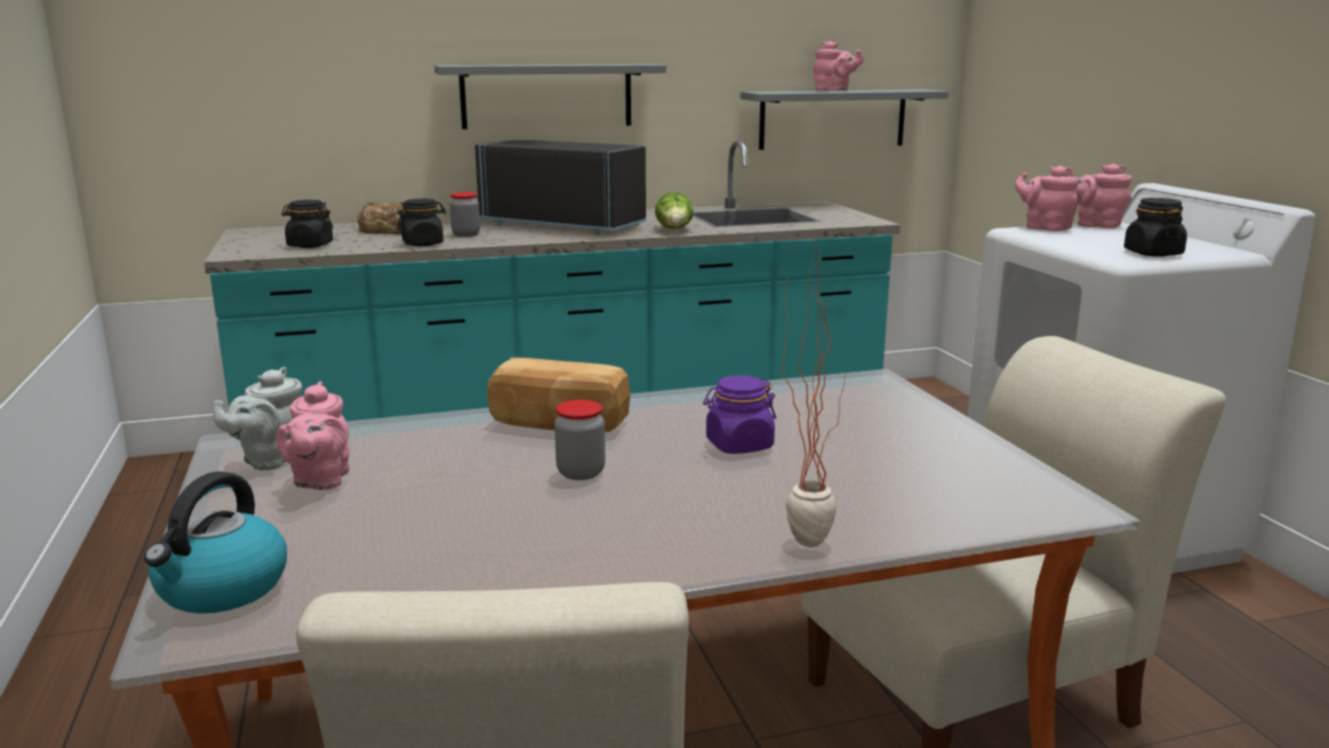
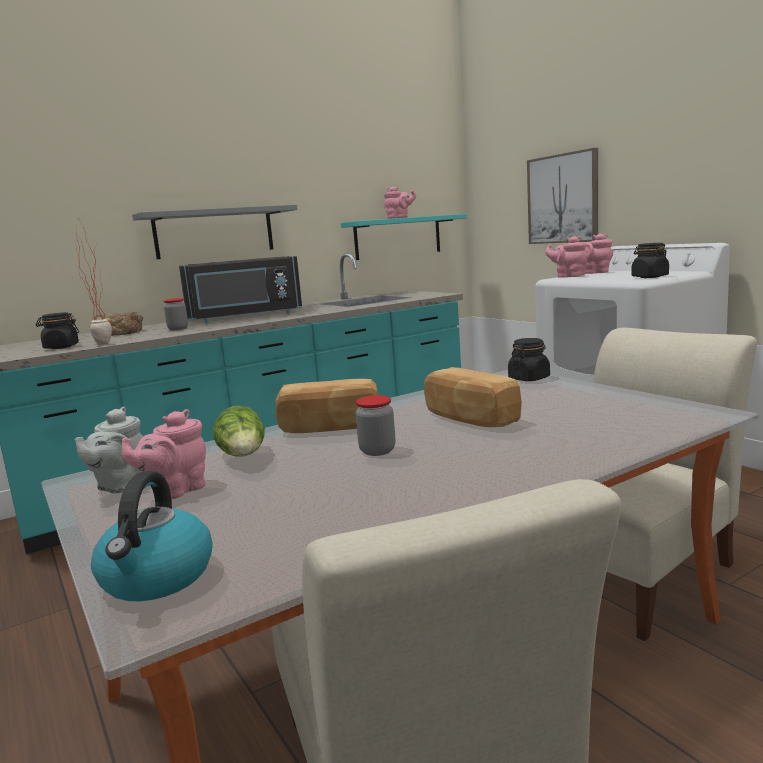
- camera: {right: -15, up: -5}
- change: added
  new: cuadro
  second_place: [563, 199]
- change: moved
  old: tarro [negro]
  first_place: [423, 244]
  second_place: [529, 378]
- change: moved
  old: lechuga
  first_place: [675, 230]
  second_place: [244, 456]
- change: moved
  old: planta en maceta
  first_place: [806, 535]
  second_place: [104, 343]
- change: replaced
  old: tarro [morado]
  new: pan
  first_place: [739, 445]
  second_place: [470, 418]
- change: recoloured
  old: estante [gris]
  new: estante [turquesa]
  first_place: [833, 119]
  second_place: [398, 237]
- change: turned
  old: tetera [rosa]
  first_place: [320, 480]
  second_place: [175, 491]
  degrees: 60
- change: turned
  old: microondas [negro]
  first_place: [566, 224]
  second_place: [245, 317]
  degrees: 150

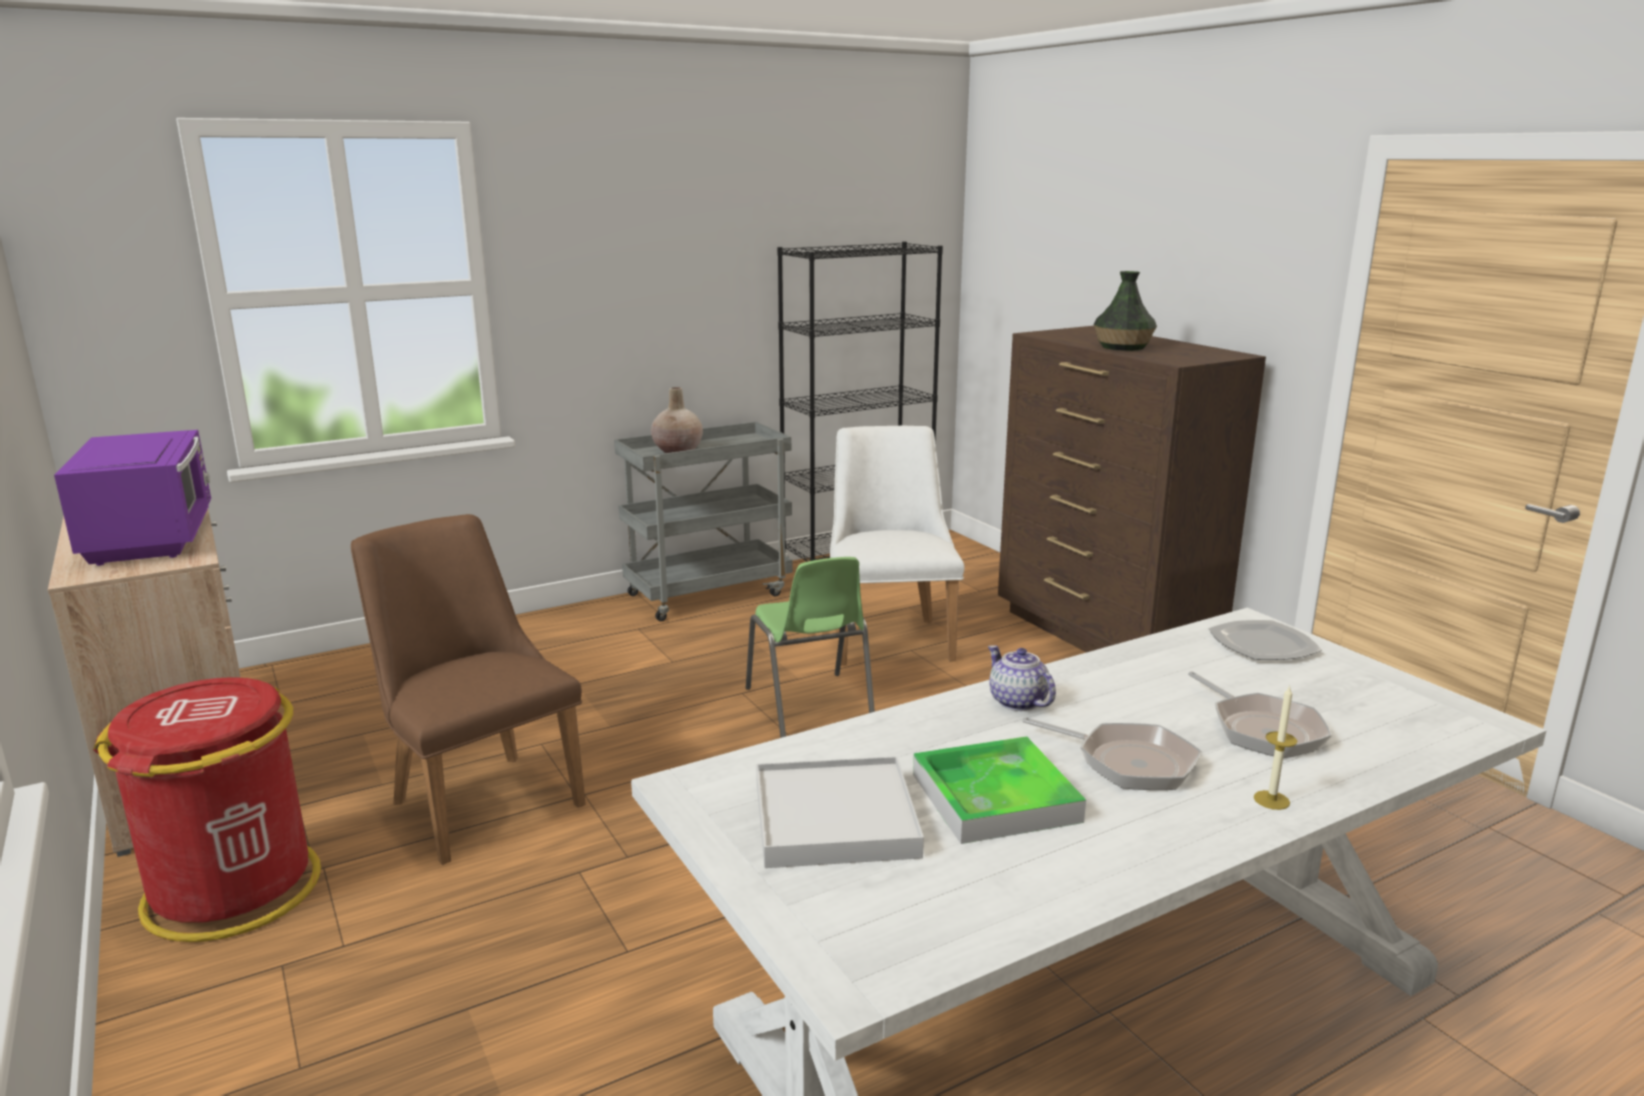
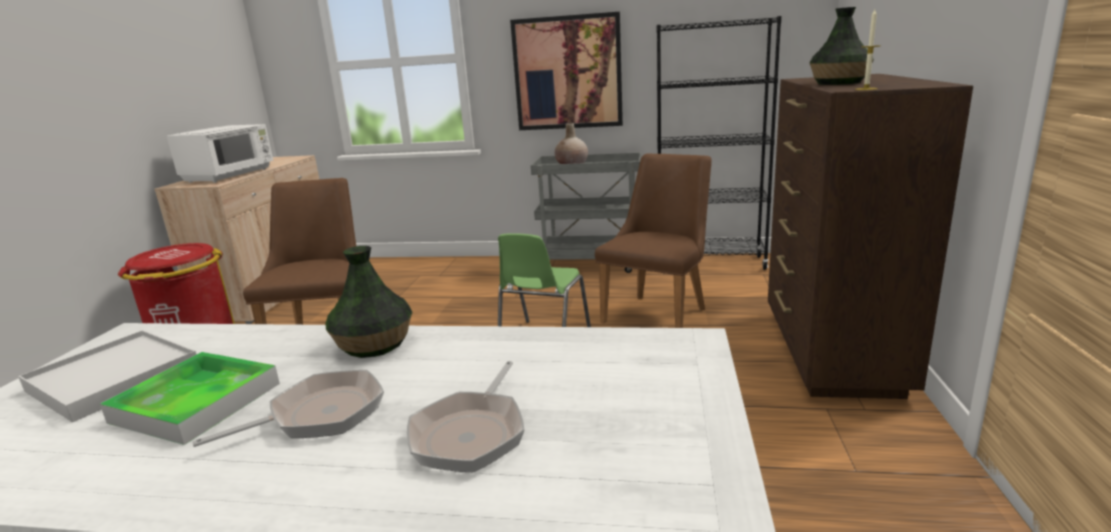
- camera: {right: 40, up: 0}
- change: removed
  old: plato
  first_place: [1261, 644]
- change: added
  new: cuadro
  second_place: [567, 73]
- change: moved
  old: vela
  first_place: [1271, 800]
  second_place: [866, 89]
- change: replaced
  old: tetera
  new: florero
  first_place: [1017, 702]
  second_place: [373, 345]
- change: recoloured
  old: microondas [morado]
  new: microondas [blanco]
  first_place: [153, 539]
  second_place: [230, 175]
- change: recoloured
  old: silla [blanco]
  new: silla [marrón]
  first_place: [889, 636]
  second_place: [660, 312]
- change: turned
  old: sartén
  first_place: [1128, 762]
  second_place: [319, 415]
  degrees: -105

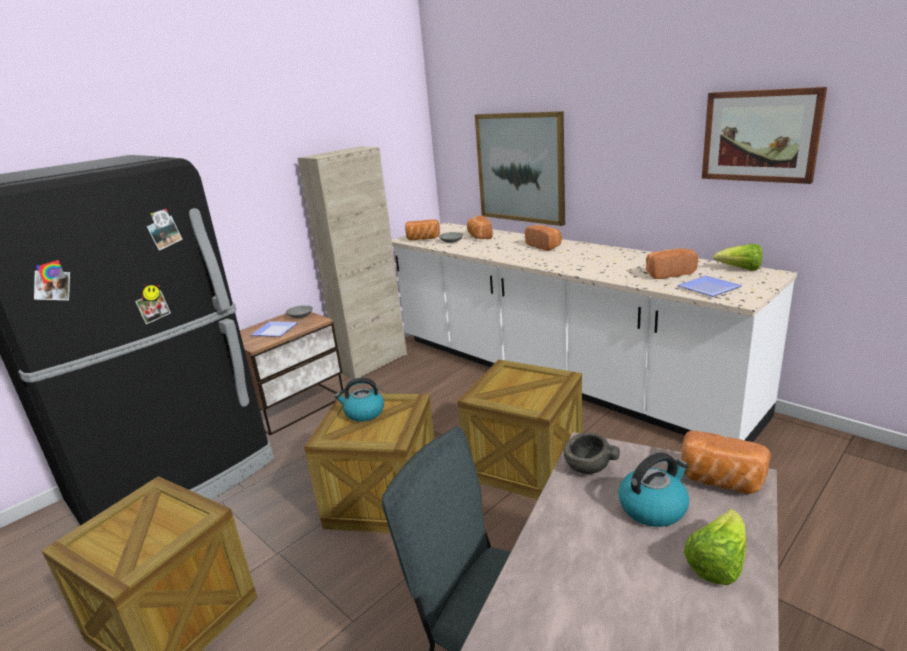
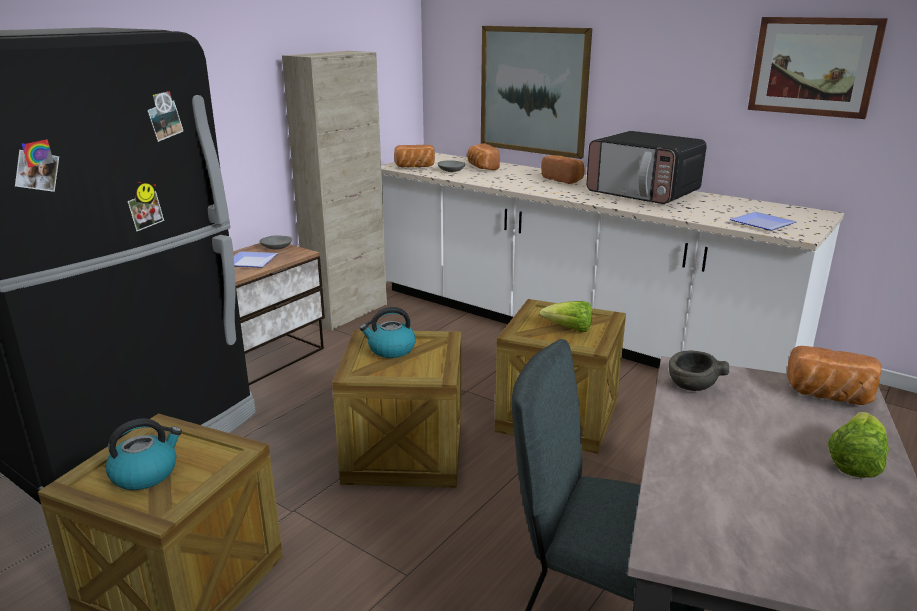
- camera: {right: -10, up: 0}
- change: removed
  old: pan
  first_place: [668, 273]
- change: added
  new: microondas
  second_place: [643, 193]
- change: moved
  old: hervidor
  first_place: [653, 507]
  second_place: [145, 473]
- change: moved
  old: lechuga
  first_place: [740, 269]
  second_place: [569, 329]

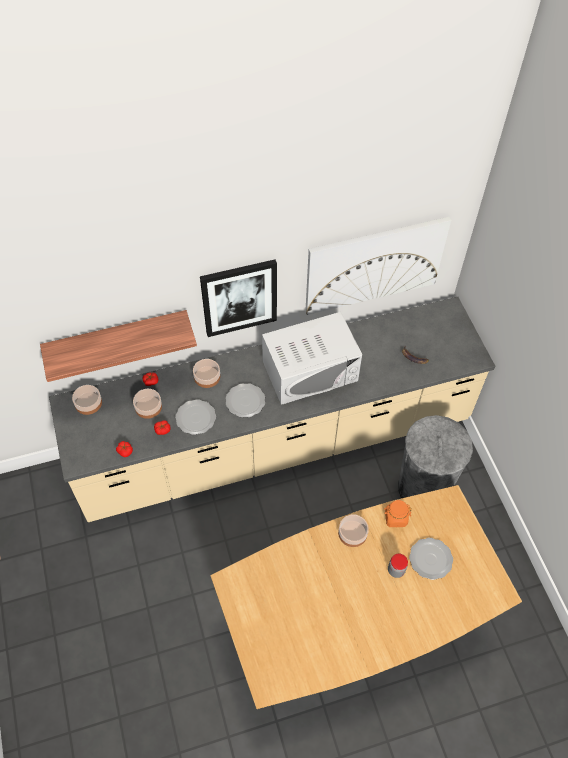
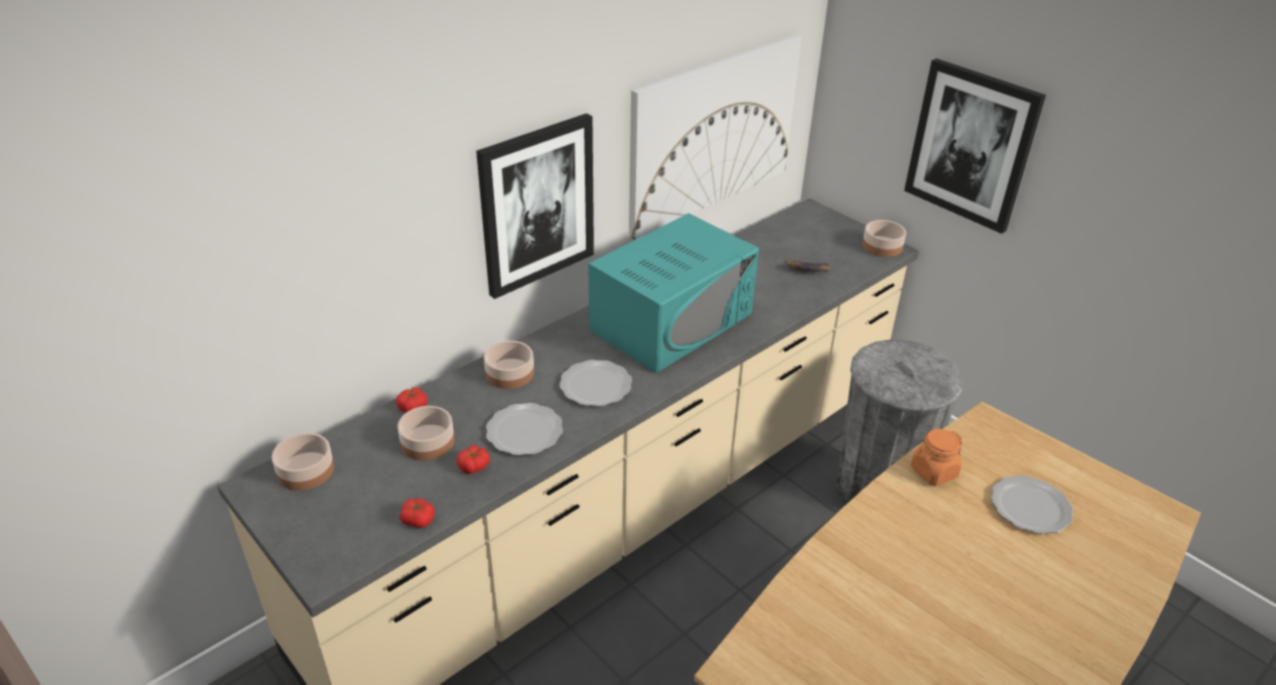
- camera: {right: -25, up: -20}
- change: removed
  old: estante
  first_place: [117, 338]
- change: removed
  old: tarro
  first_place: [396, 570]
- change: added
  new: cuadro
  second_place: [971, 145]
- change: moved
  old: cuenco
  first_place: [352, 533]
  second_place: [882, 246]
- change: recoloured
  old: microondas [blanco]
  new: microondas [turquesa]
  first_place: [310, 371]
  second_place: [672, 322]

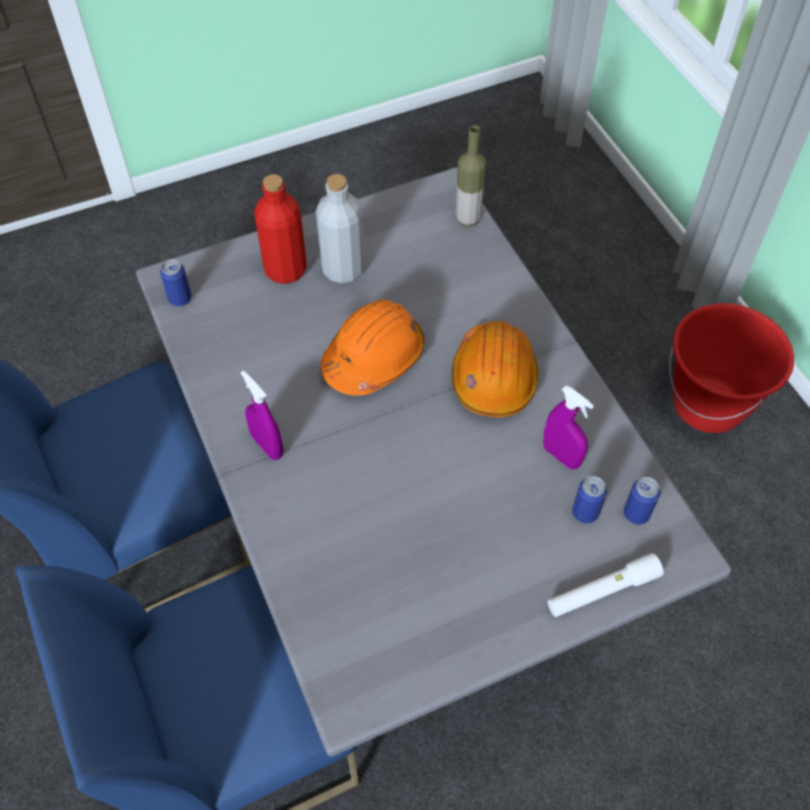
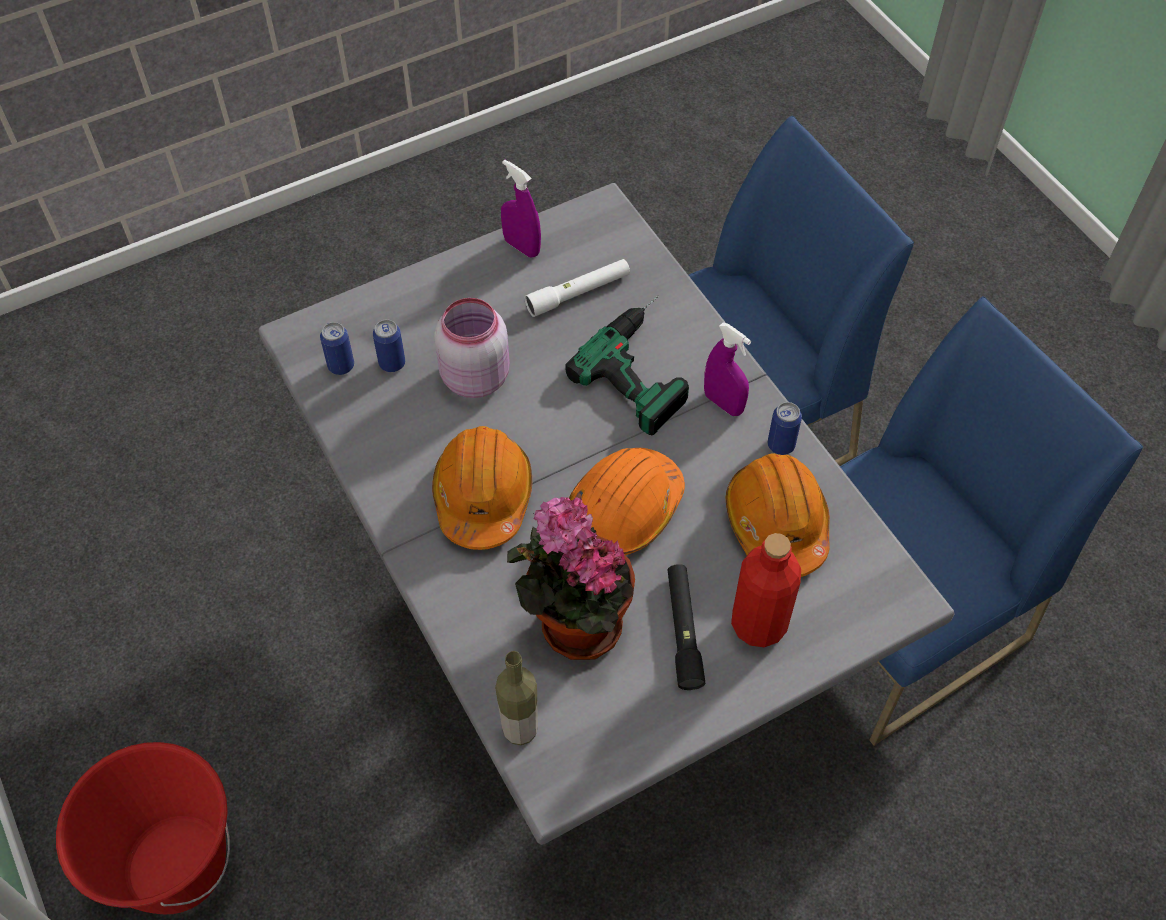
- camera: {right: 175, up: 0}
- change: added
  new: tarro [rosa]
  second_place: [474, 376]
- change: added
  new: planta en maceta
  second_place: [573, 624]
- change: added
  new: taladro
  second_place: [648, 365]
- change: added
  new: casco [naranja]
  second_place: [776, 523]
- change: moved
  old: lata
  first_place: [180, 299]
  second_place: [781, 445]
- change: moved
  old: pulverizador [morado]
  first_place: [561, 456]
  second_place: [521, 247]
- change: moved
  old: linterna [blanco]
  first_place: [602, 591]
  second_place: [578, 293]
- change: replaced
  old: botella [gris]
  new: linterna [negro]
  first_place: [343, 269]
  second_place: [683, 631]

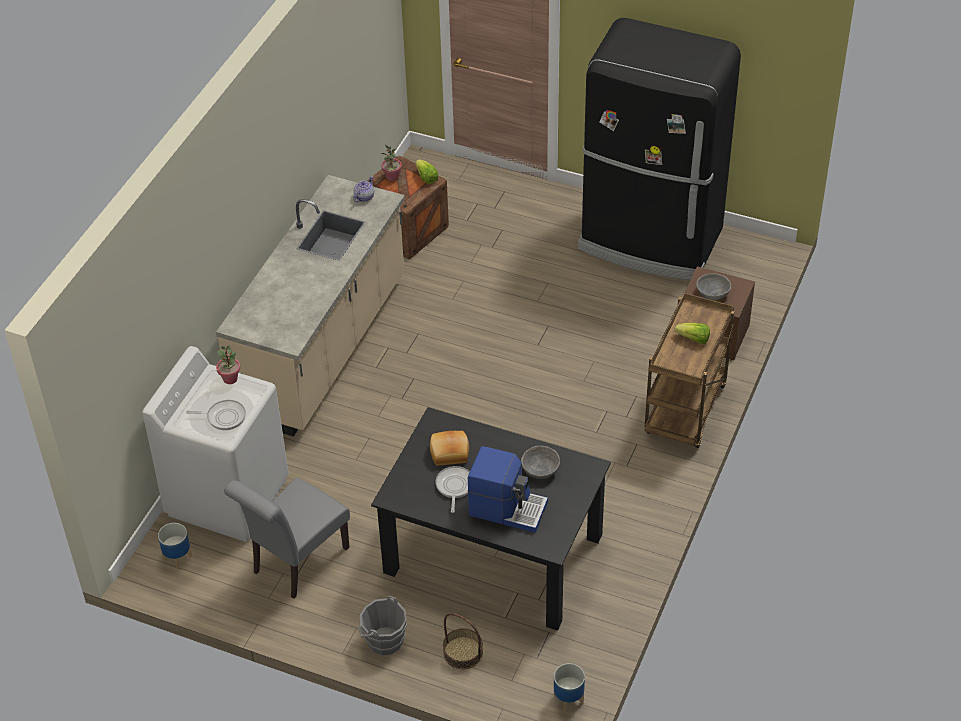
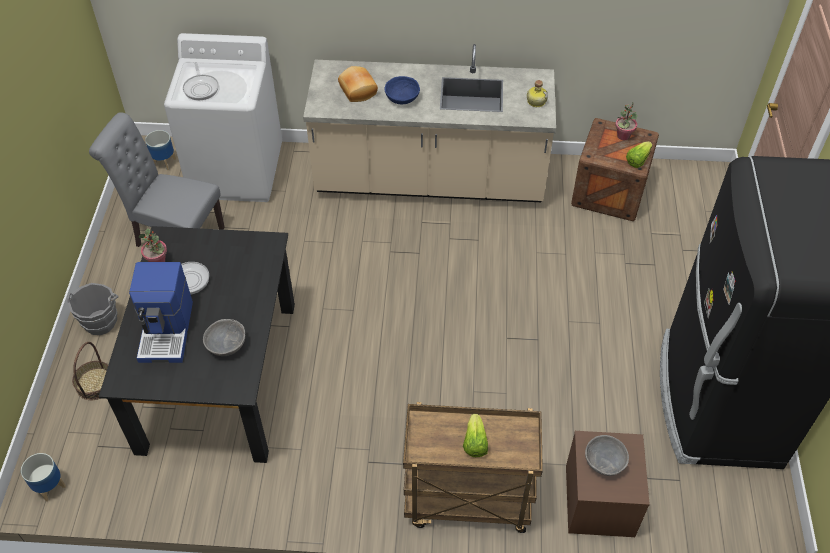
- camera: {right: 70, up: 5}
- change: added
  new: cuenco [azul]
  second_place: [402, 98]
- change: moved
  old: planta en maceta
  first_place: [230, 379]
  second_place: [158, 262]
- change: moved
  old: pan
  first_place: [449, 454]
  second_place: [357, 90]
- change: replaced
  old: tetera
  new: botella
  first_place: [364, 197]
  second_place: [536, 101]

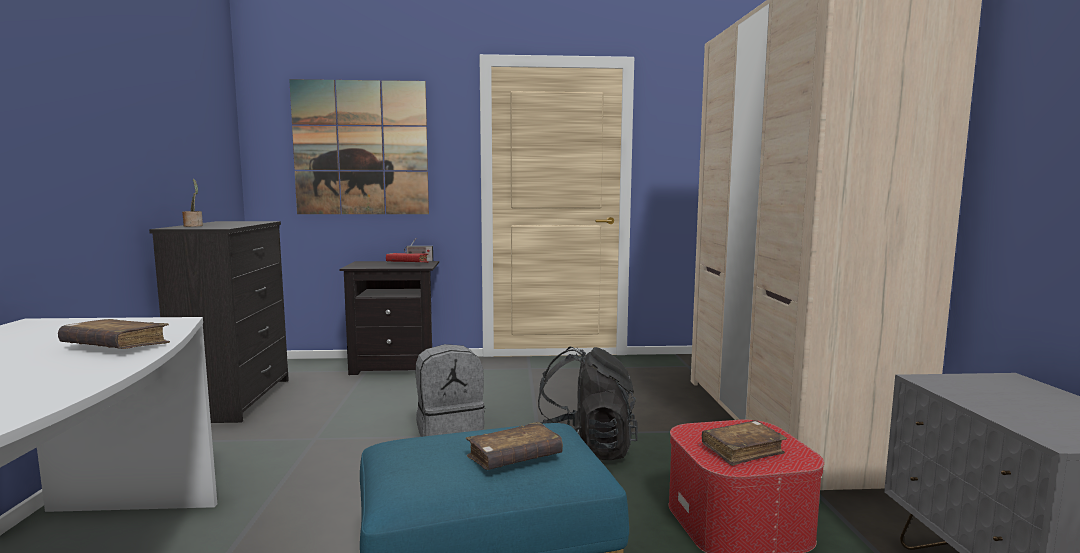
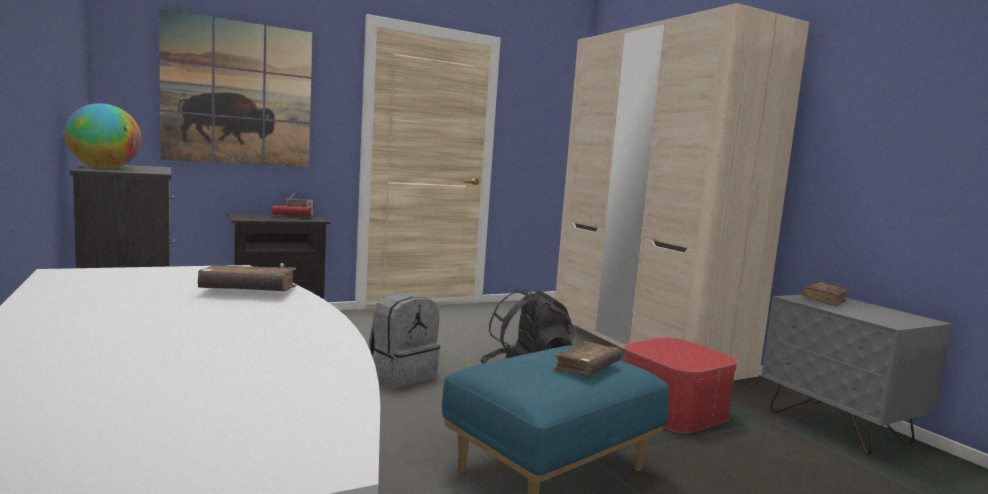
- camera: {right: -25, up: 0}
- change: moved
  old: libro [marrón]
  first_place: [742, 450]
  second_place: [824, 300]
- change: replaced
  old: planta en maceta
  new: globo terráqueo
  first_place: [194, 226]
  second_place: [105, 168]

